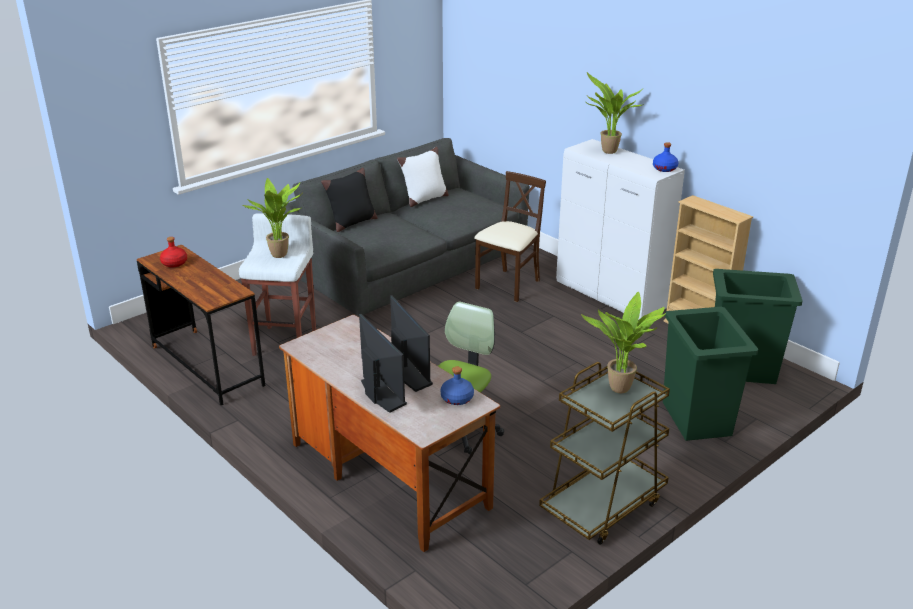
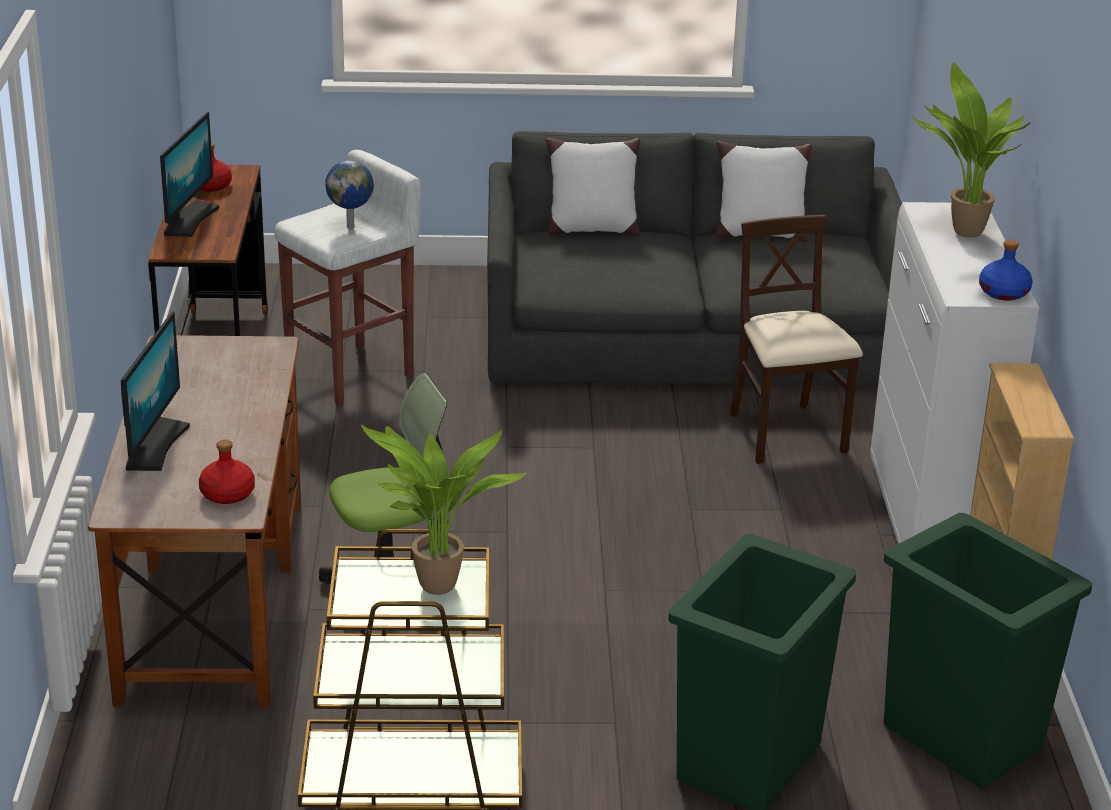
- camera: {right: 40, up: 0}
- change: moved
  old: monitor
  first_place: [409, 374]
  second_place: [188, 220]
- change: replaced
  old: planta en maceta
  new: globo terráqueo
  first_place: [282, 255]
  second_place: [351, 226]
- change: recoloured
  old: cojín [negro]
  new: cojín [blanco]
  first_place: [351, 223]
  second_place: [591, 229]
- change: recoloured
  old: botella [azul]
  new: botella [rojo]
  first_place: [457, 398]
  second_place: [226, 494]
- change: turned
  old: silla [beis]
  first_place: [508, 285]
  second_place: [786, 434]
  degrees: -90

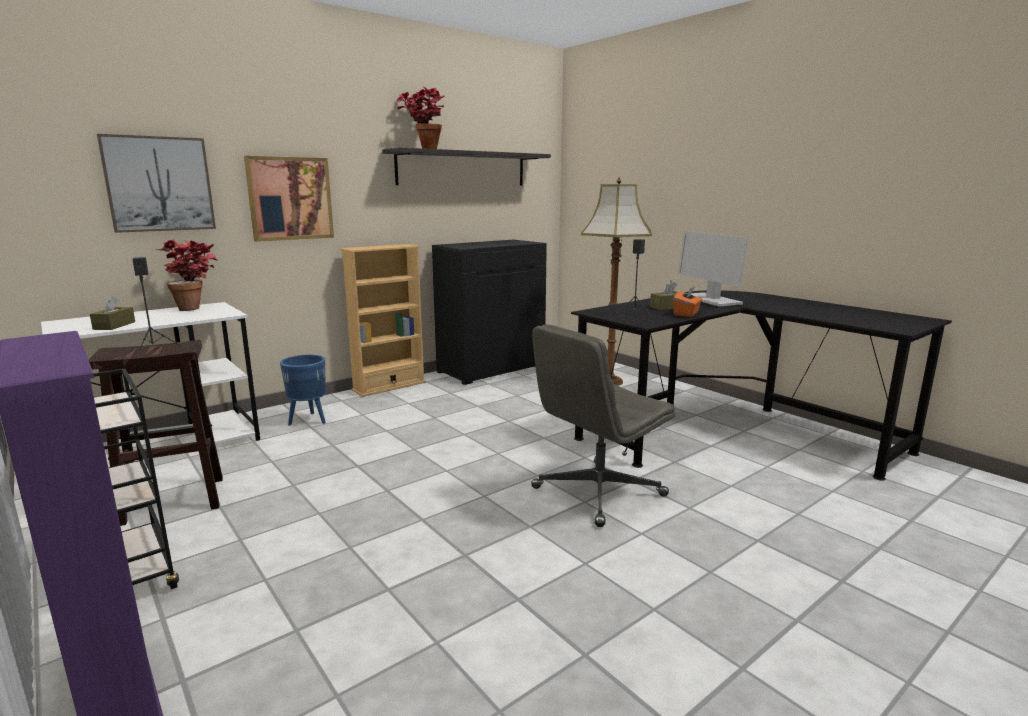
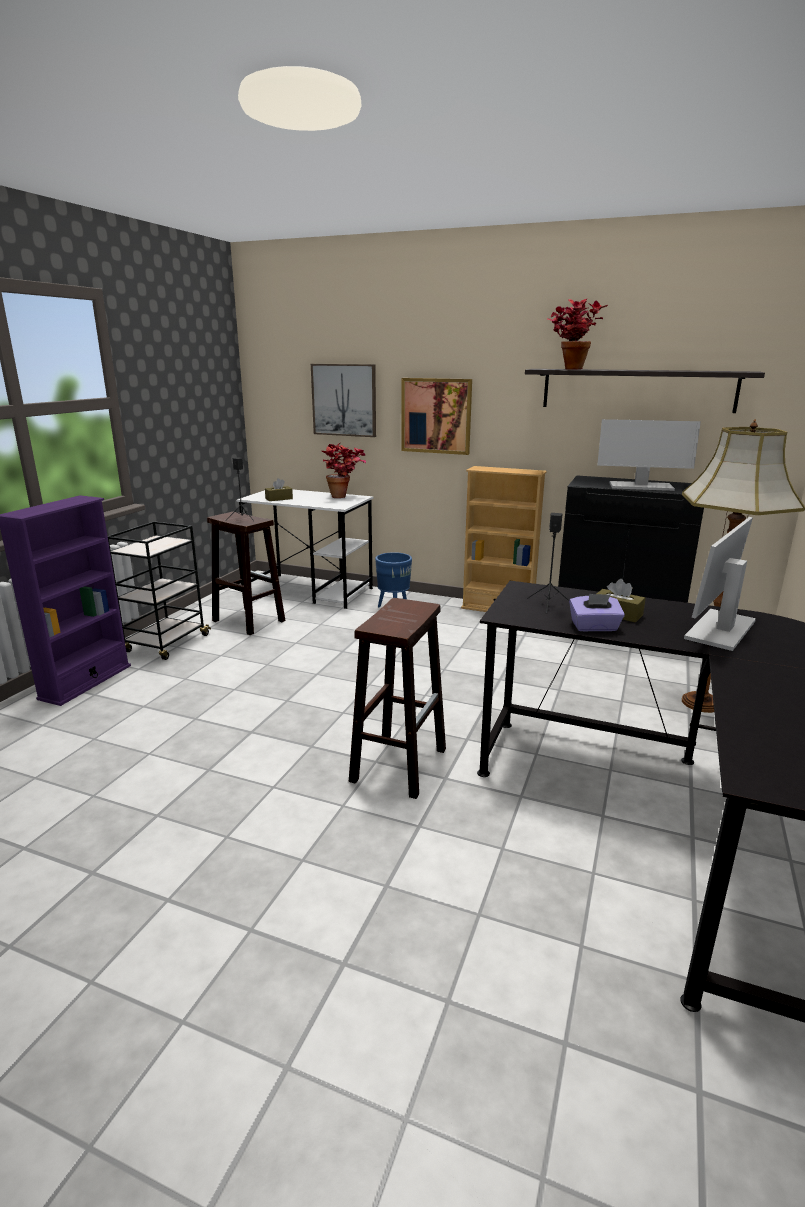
- camera: {right: 60, up: 5}
- change: added
  new: monitor
  second_place: [640, 487]
- change: replaced
  old: silla de oficina [gris]
  new: taburete [marrón]
  first_place: [597, 492]
  second_place: [399, 764]
- change: recoloured
  old: caja de pañuelos [naranja]
  new: caja de pañuelos [morado]
  first_place: [686, 314]
  second_place: [594, 627]

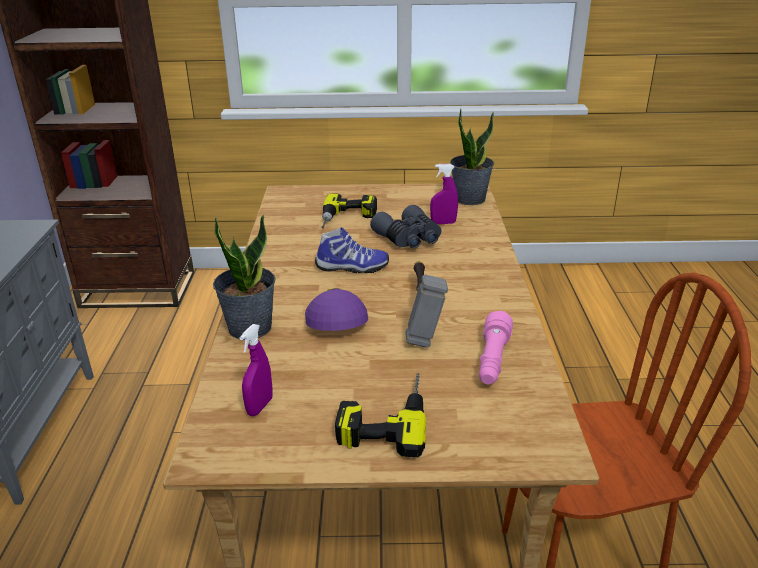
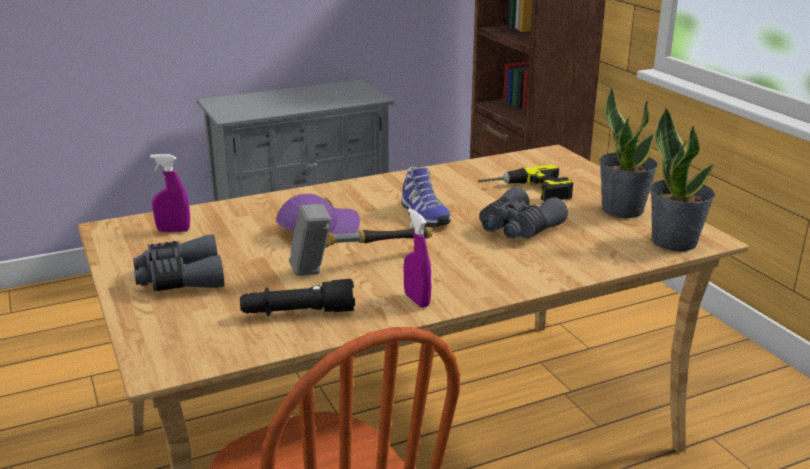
- camera: {right: 65, up: -5}
- change: moved
  old: planta en maceta
  first_place: [249, 327]
  second_place: [622, 209]
- change: moved
  old: pulverizador [morado]
  first_place: [443, 223]
  second_place: [417, 300]
- change: replaced
  old: taladro
  new: prismáticos [gris]
  first_place: [384, 417]
  second_place: [180, 279]
- change: recoloured
  old: linterna [rosa]
  new: linterna [negro]
  first_place: [492, 360]
  second_place: [298, 313]

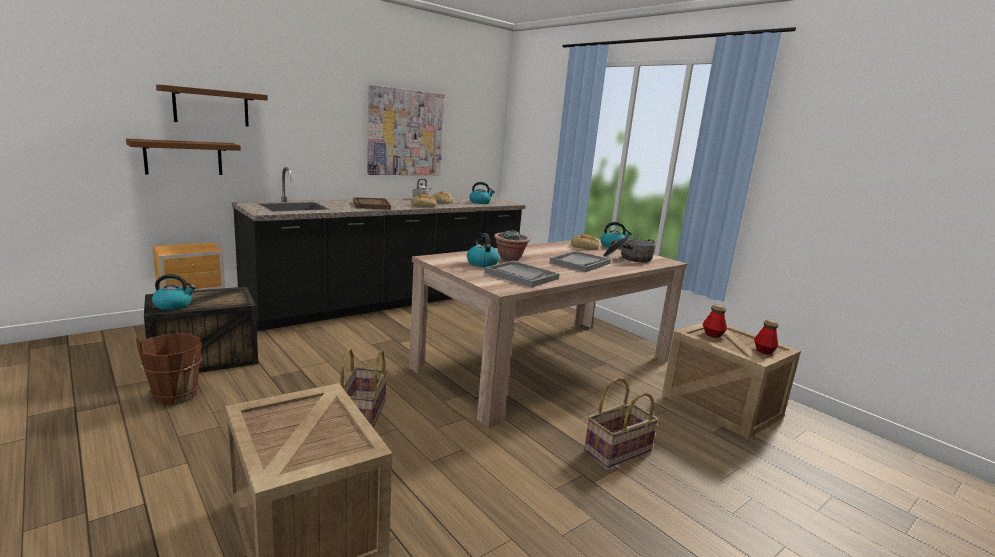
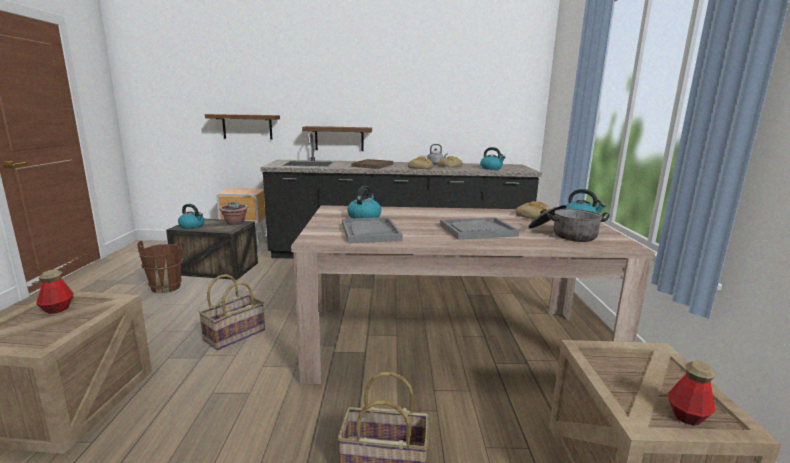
- camera: {right: 40, up: 0}
- change: removed
  old: cuadro
  first_place: [405, 133]
- change: moved
  old: estante [marrón]
  first_place: [211, 107]
  second_place: [339, 138]
- change: moved
  old: planta en maceta
  first_place: [510, 258]
  second_place: [235, 223]
- change: moved
  old: botella
  first_place: [712, 334]
  second_place: [57, 309]

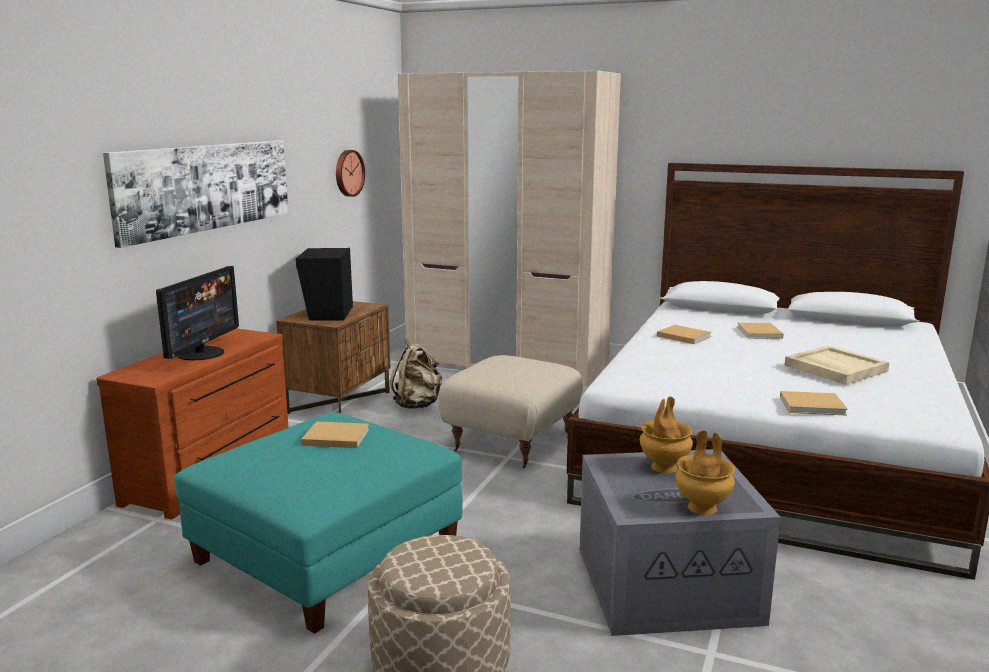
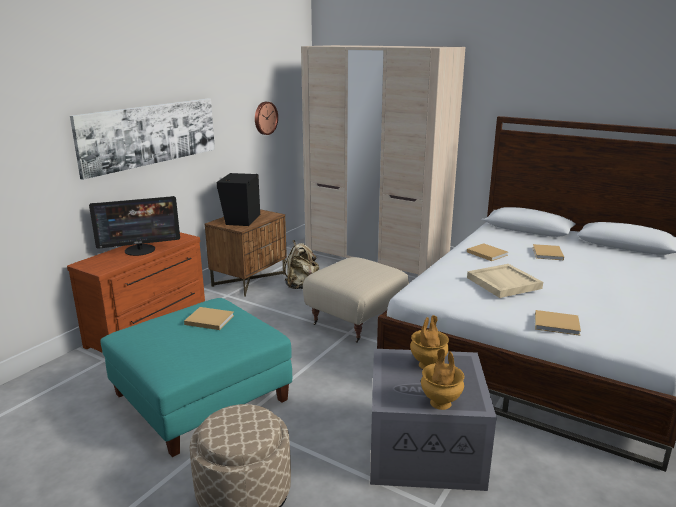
- camera: {right: 10, up: 5}
- change: moved
  old: bandeja [beis]
  first_place: [834, 368]
  second_place: [503, 283]
- change: turned
  old: monitor
  first_place: [201, 353]
  second_place: [140, 250]
  degrees: 45

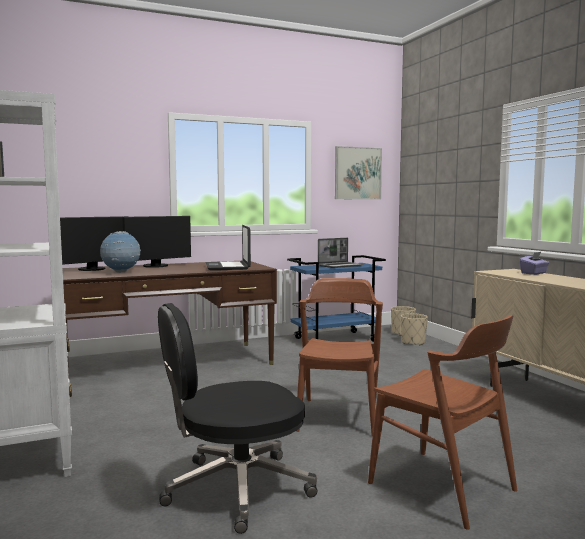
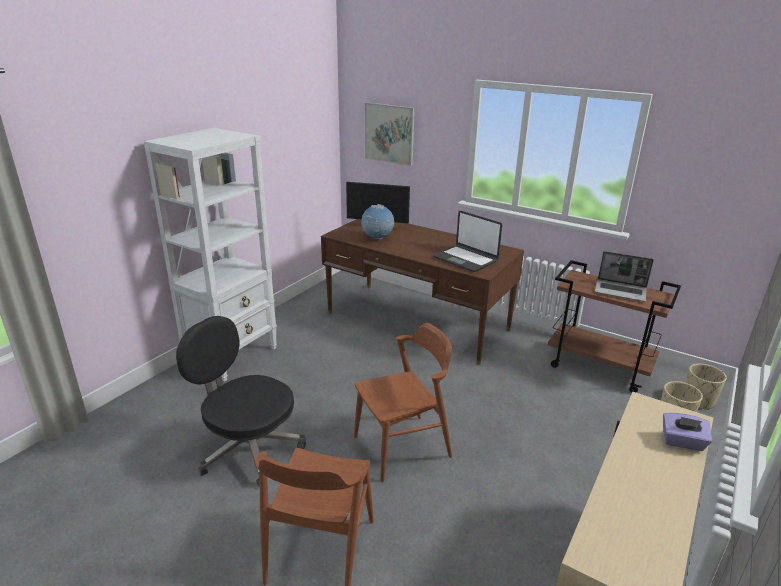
- camera: {right: 55, up: 20}
- change: removed
  old: monitor
  first_place: [157, 266]
- change: moved
  old: cuadro
  first_place: [357, 173]
  second_place: [389, 133]
- change: recoloured
  old: carrito [azul]
  new: carrito [marrón]
  first_place: [335, 339]
  second_place: [599, 367]
- change: turned
  old: portátil
  first_place: [228, 267]
  second_place: [465, 259]
  degrees: -90

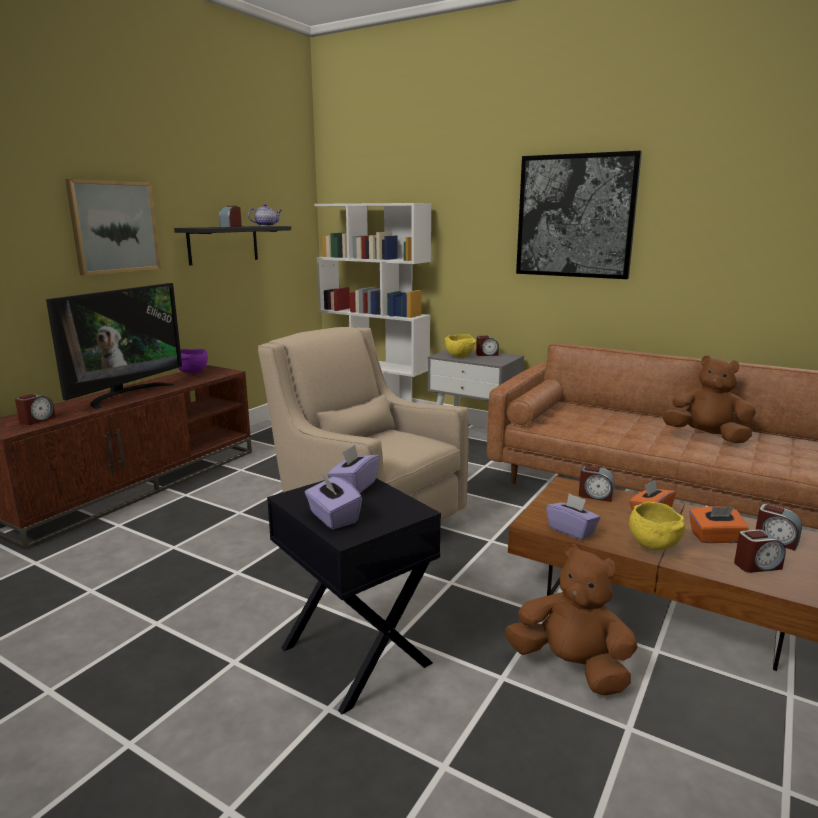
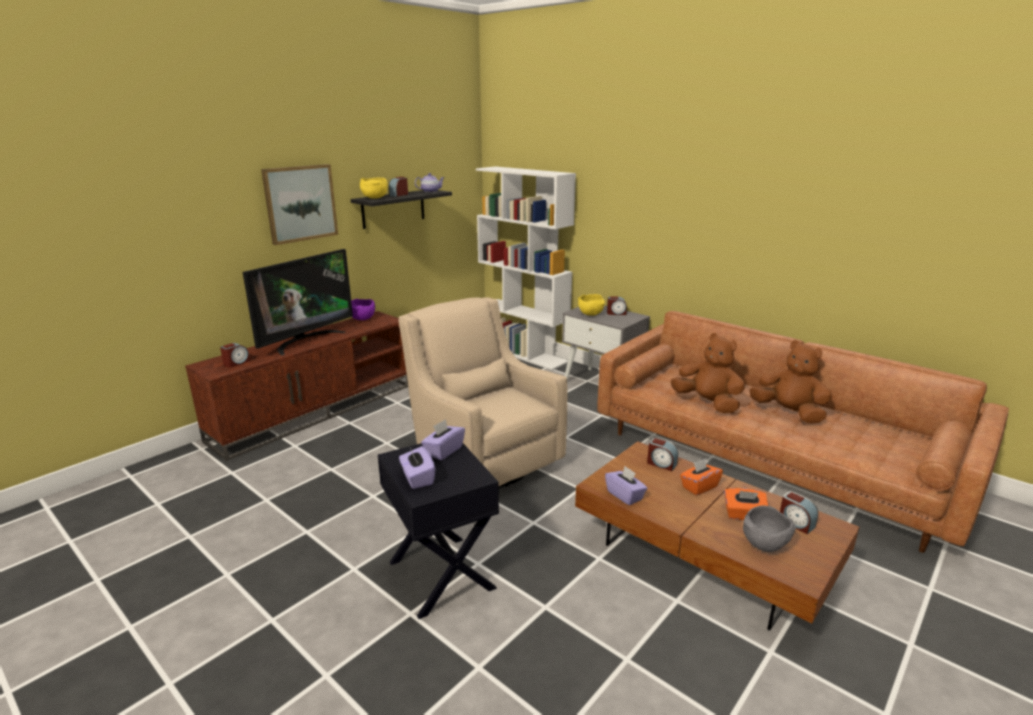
- camera: {right: 10, up: 5}
- change: removed
  old: cuadro
  first_place: [575, 216]
- change: moved
  old: peluche [marrón]
  first_place: [571, 667]
  second_place: [707, 403]
- change: moved
  old: cuenco [amarillo]
  first_place: [652, 545]
  second_place: [374, 198]
- change: replaced
  old: despertador
  new: cuenco [gris]
  first_place: [757, 565]
  second_place: [765, 544]

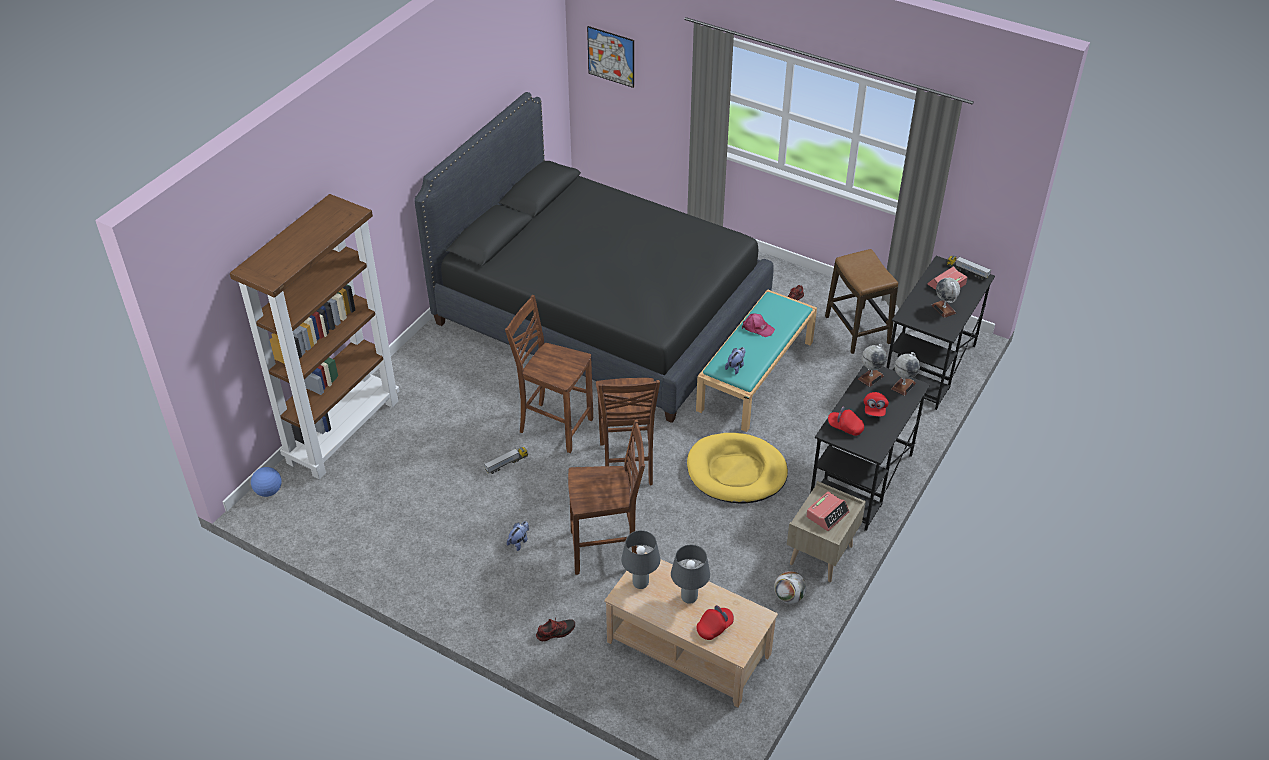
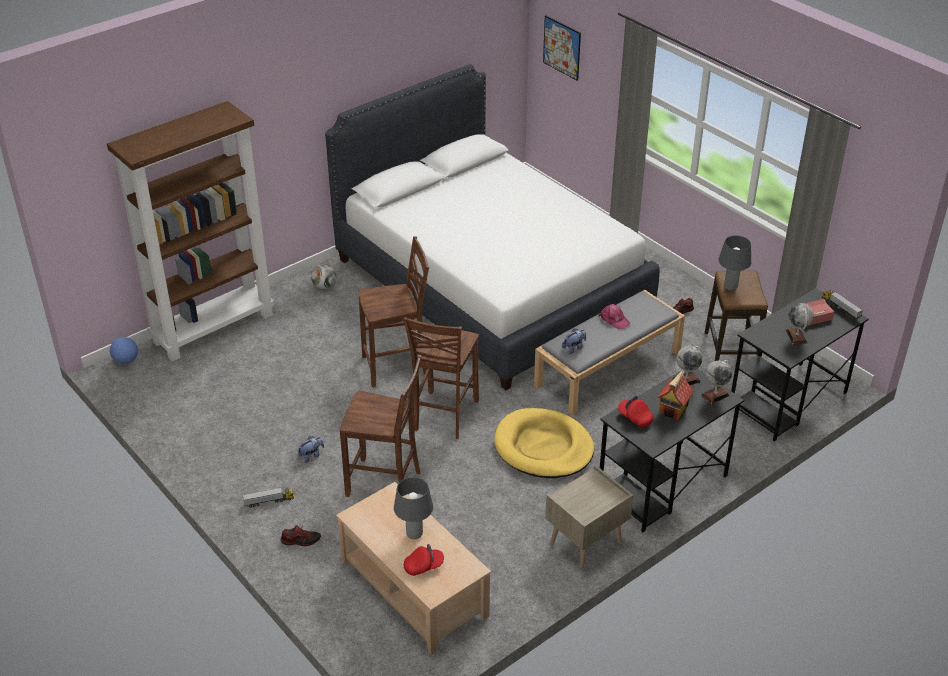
- camera: {right: 20, up: -5}
- change: removed
  old: despertador
  first_place: [827, 514]
- change: moved
  old: camión de juguete
  first_place: [506, 464]
  second_place: [269, 501]
- change: moved
  old: lámpara de mesa [gris]
  first_place: [640, 584]
  second_place: [730, 287]
- change: moved
  old: balón de fútbol
  first_place: [788, 596]
  second_place: [324, 286]
- change: replaced
  old: gorra [rojo]
  new: casita
  first_place: [874, 410]
  second_place: [673, 409]
- change: recoloured
  old: cama [negro]
  new: cama [blanco]
  first_place: [600, 314]
  second_place: [490, 284]
- change: recoloured
  old: banco [turquesa]
  new: banco [gris]
  first_place: [755, 374]
  second_place: [608, 368]
- change: turned
  old: silla [marrón]
  first_place: [554, 426]
  second_place: [397, 367]
  degrees: 120

